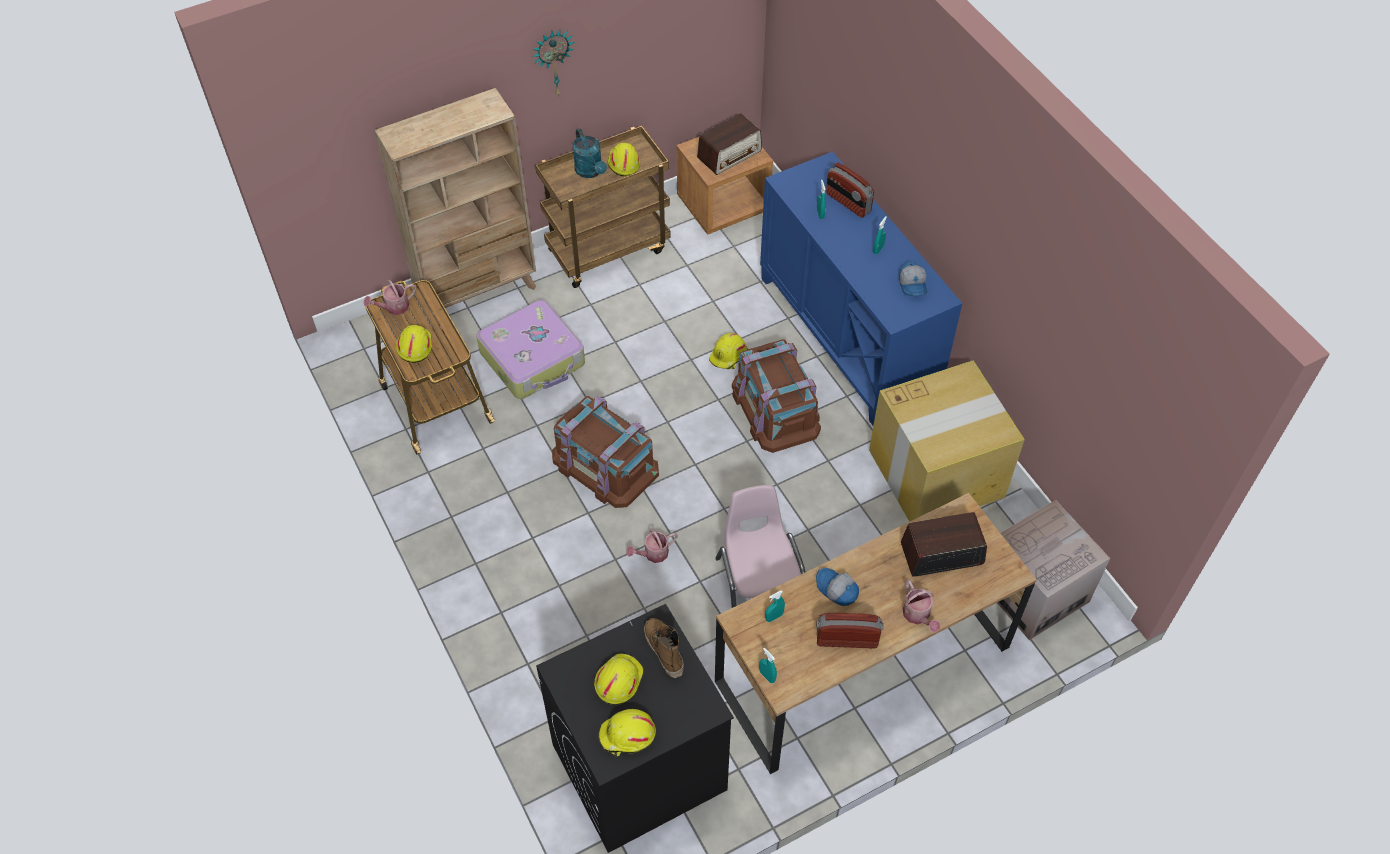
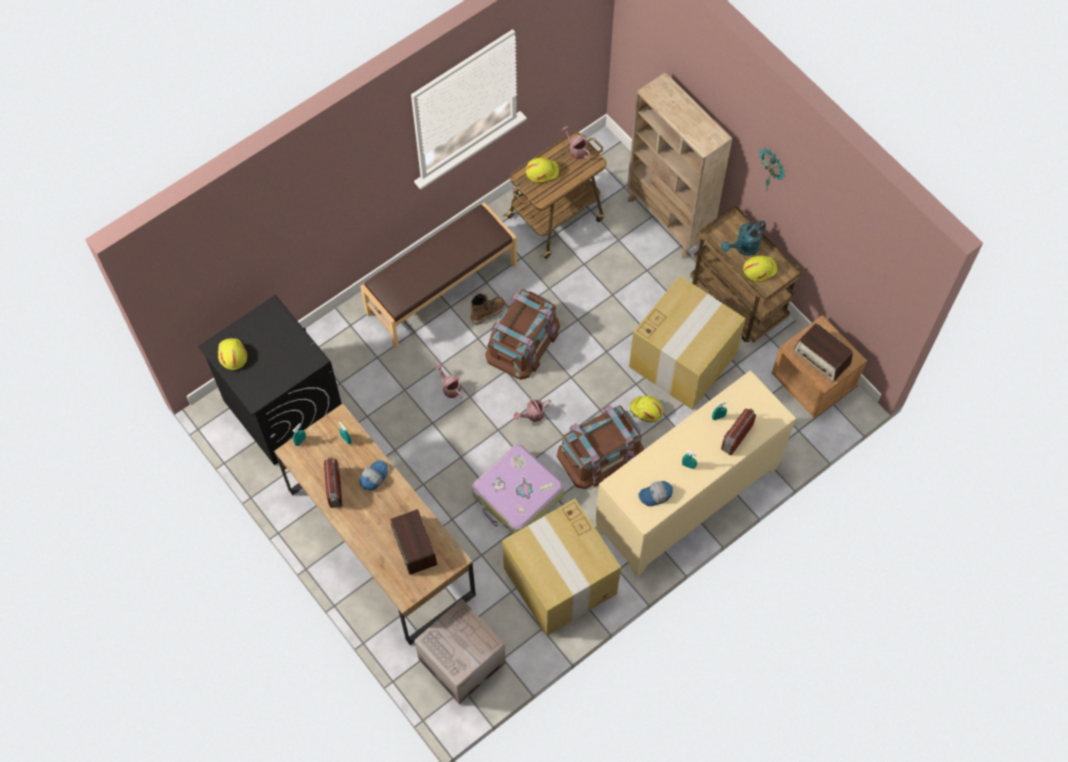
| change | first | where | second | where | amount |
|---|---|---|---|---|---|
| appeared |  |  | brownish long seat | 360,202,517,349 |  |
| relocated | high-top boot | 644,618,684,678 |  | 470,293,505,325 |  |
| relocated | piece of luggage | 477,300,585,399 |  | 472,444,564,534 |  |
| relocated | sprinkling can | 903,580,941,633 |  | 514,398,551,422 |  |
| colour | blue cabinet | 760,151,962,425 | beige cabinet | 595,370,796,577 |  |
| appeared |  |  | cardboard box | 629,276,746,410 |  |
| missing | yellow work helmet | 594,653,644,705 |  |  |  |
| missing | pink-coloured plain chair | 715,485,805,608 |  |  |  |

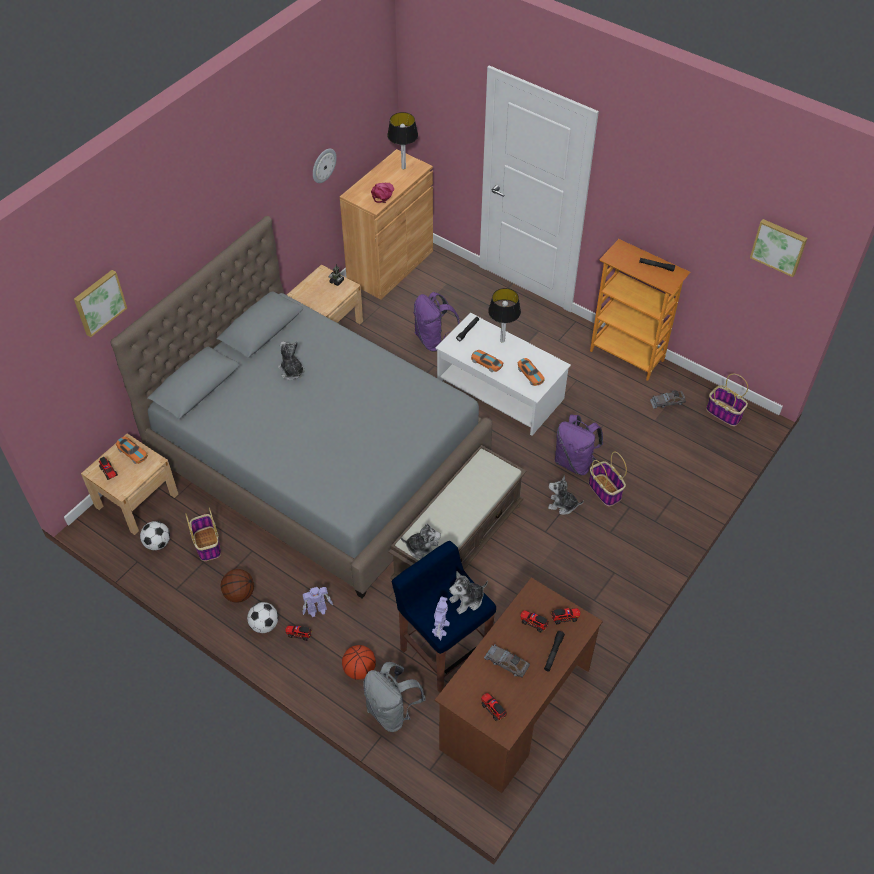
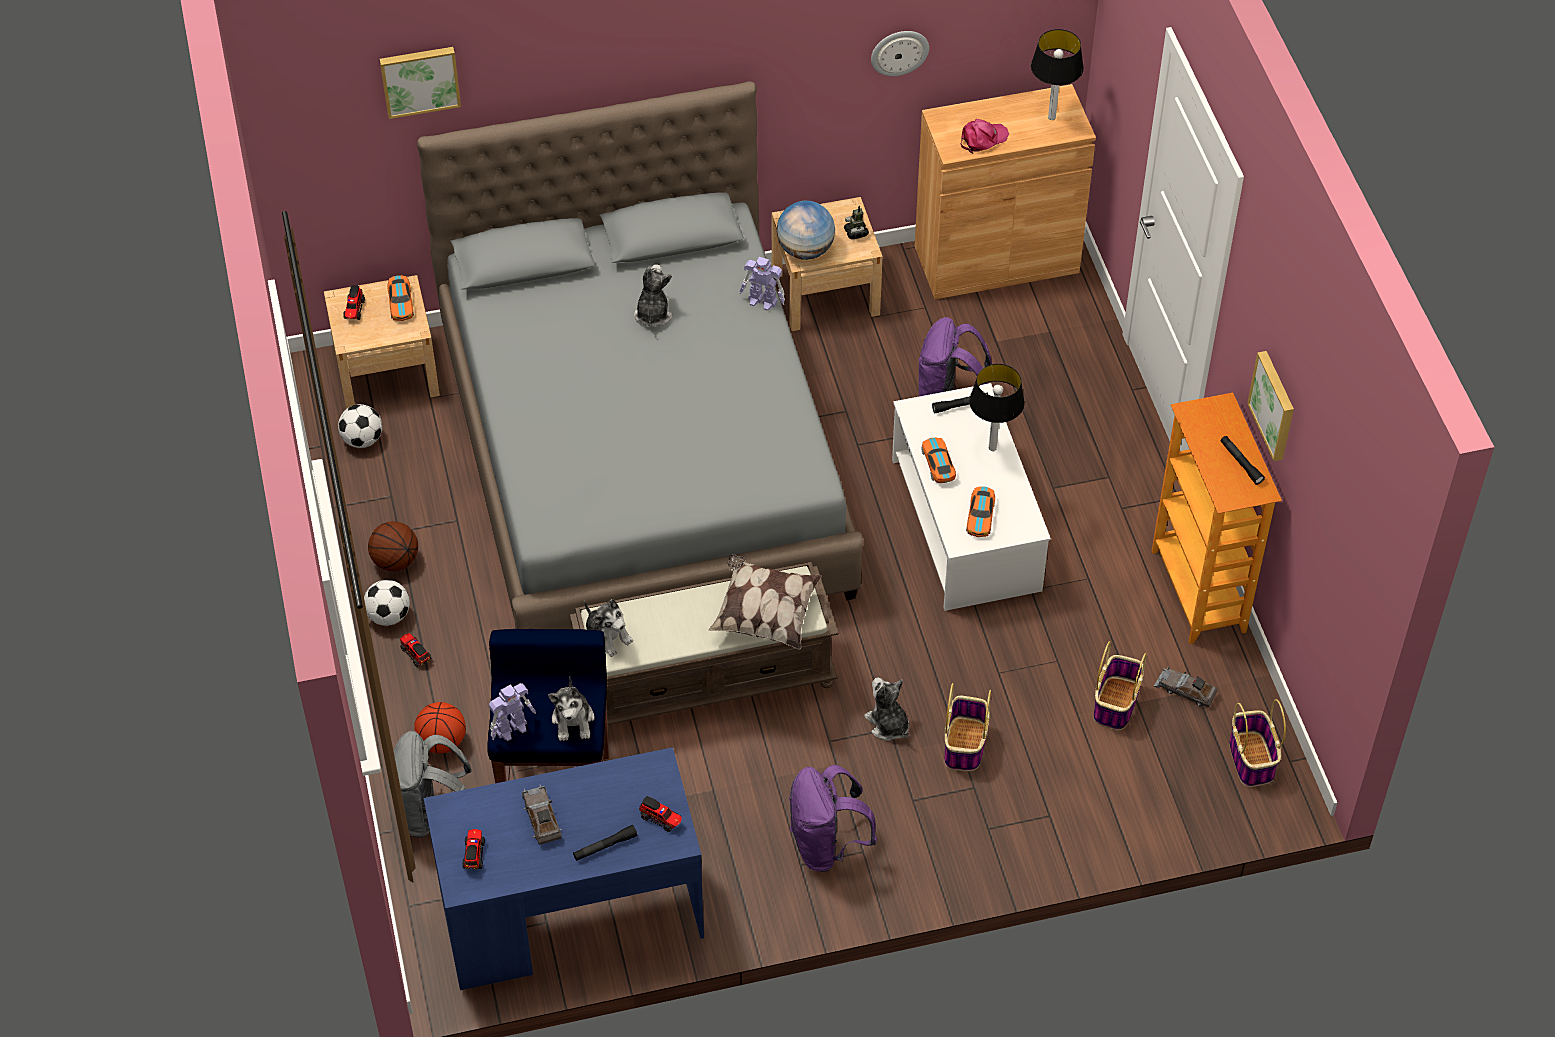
| change | first | where | second | where | amount |
|---|---|---|---|---|---|
| colour | brownish desk unit | 435,578,603,793 | blue desk unit | 424,747,704,990 |  |
| spun | plush toy | 449,571,488,614 |  | 548,677,595,741 | 105 degrees counterclockwise |
| appeared |  |  | cushion | 708,555,822,650 |  |
| relocated | toy robot | 302,587,333,617 |  | 739,257,785,311 |  |
| appeared |  |  | desk globe | 777,201,835,260 |  |
| relocated | purplish knapsack | 555,415,603,475 |  | 789,765,877,872 |  |
| relocated | storage basket | 185,507,221,561 |  | 1093,641,1147,730 |  |
| relocated | wall picture | 750,219,807,277 |  | 1247,351,1294,461 |  |
| missing | toy truck | 520,610,549,632 |  |  |  |

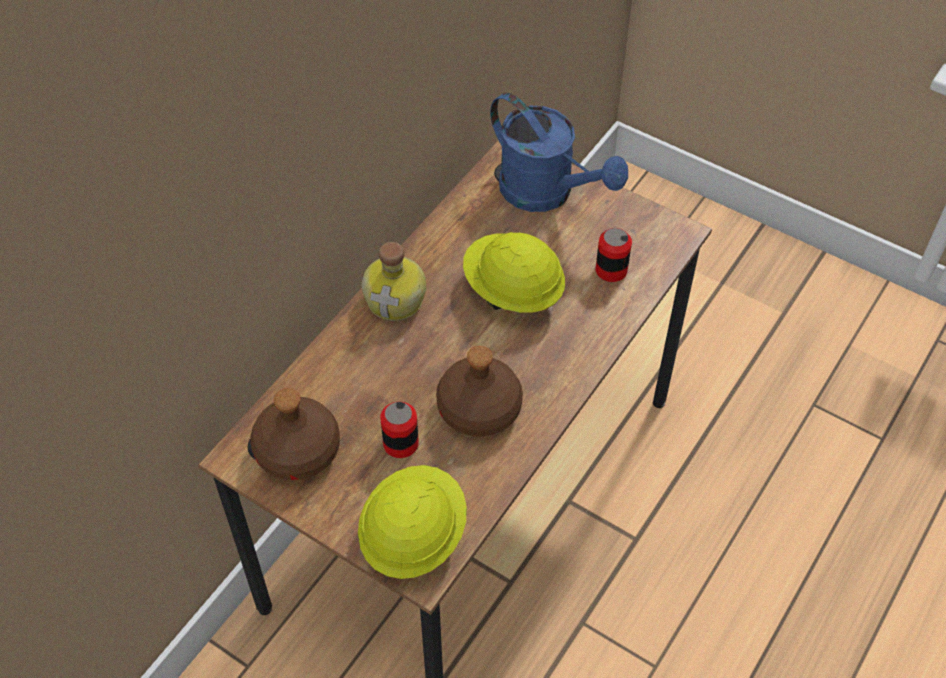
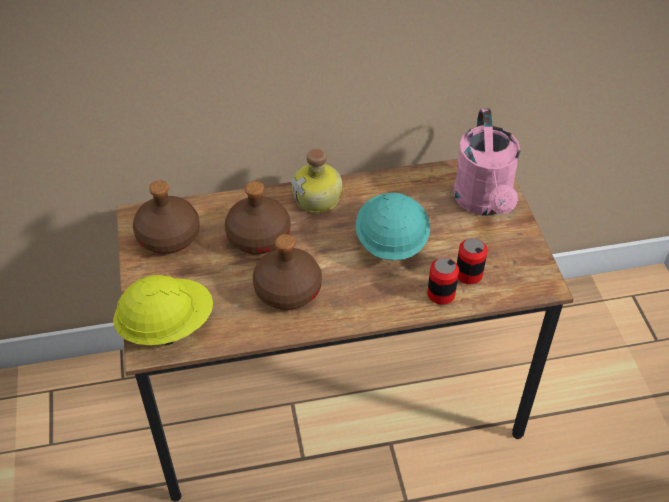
| change | first | where | second | where | amount |
|---|---|---|---|---|---|
| appeared |  |  | brownish beverage bottle | 225,181,290,254 |  |
| colour | yellow work helmet | 463,232,565,313 | turquoise work helmet | 356,193,430,261 |  |
| relocated | metal can | 380,402,419,458 |  | 427,258,459,305 |  |
| colour | blue sprinkling can | 490,93,628,212 | pink-coloured sprinkling can | 453,108,520,216 |  |

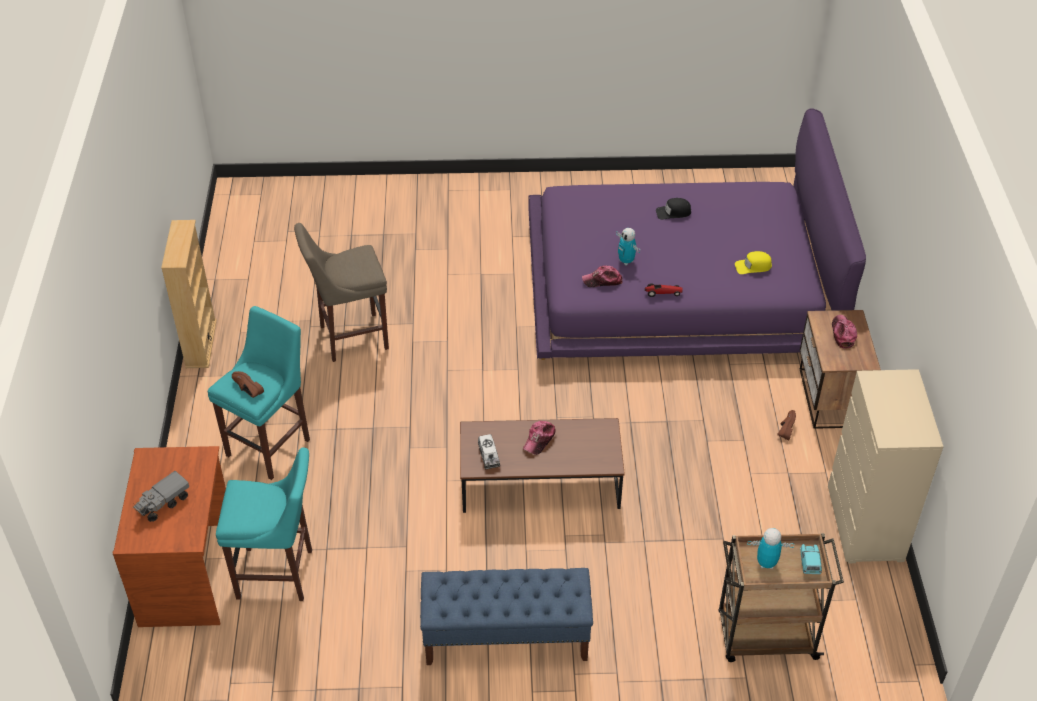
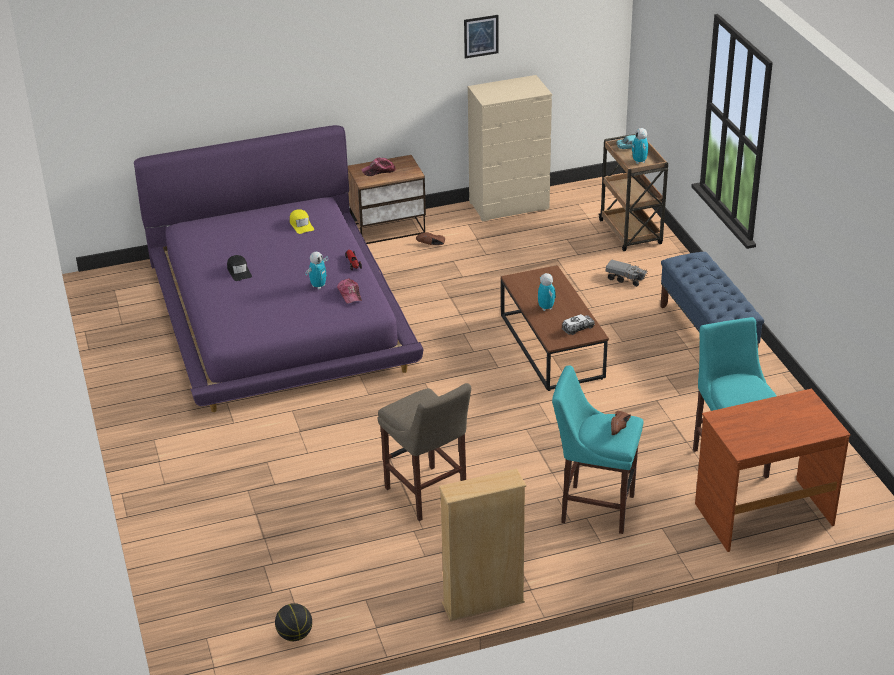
| change | first | where | second | where | amount |
|---|---|---|---|---|---|
| appeared |  |  | basketball ball | 275,603,312,641 |  |
| appeared |  |  | wall picture | 464,15,498,58 |  |
| exchanged | peaked cap | 523,421,556,455 | toy robot | 538,273,556,311 |  |
| relocated | toy truck | 133,471,189,522 |  | 606,260,648,287 |  |

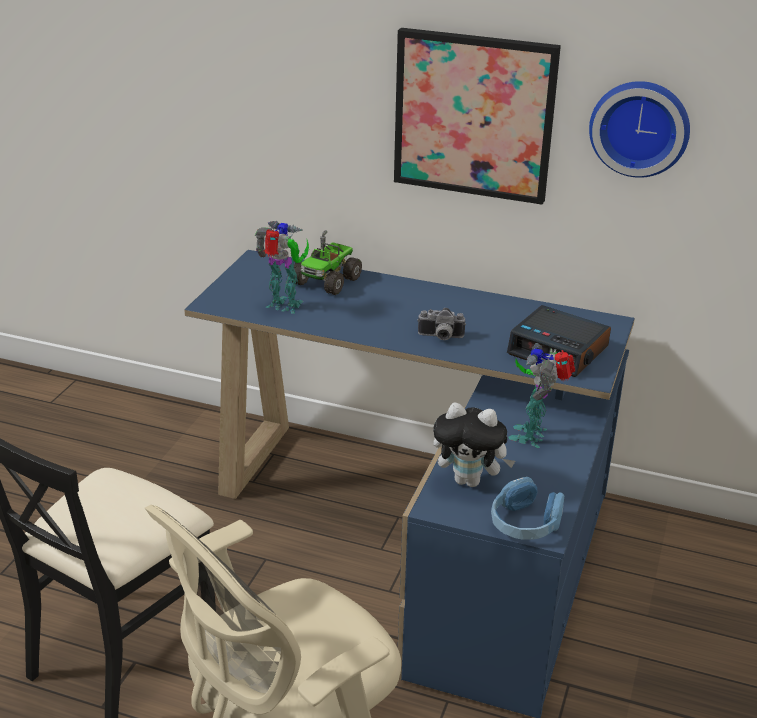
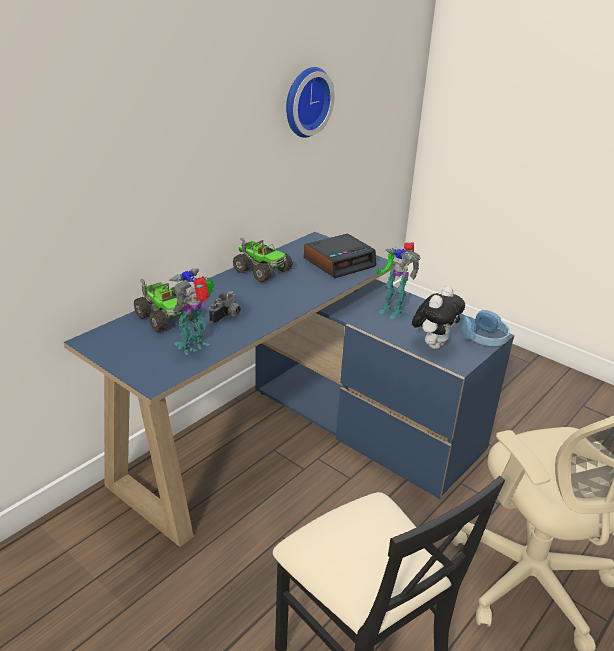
| change | first | where | second | where | amount |
|---|---|---|---|---|---|
| relocated | still camera | 417,308,466,340 |  | 209,291,241,324 |  |
| appeared |  |  | toy truck | 233,238,293,282 |  |
| missing | wall picture | 394,28,561,205 |  |  |  |

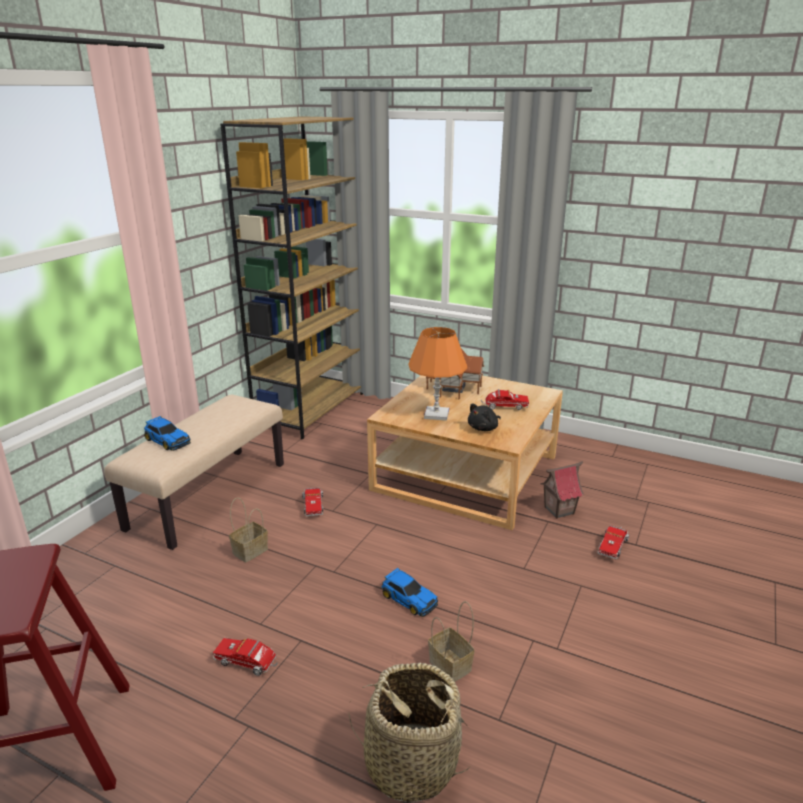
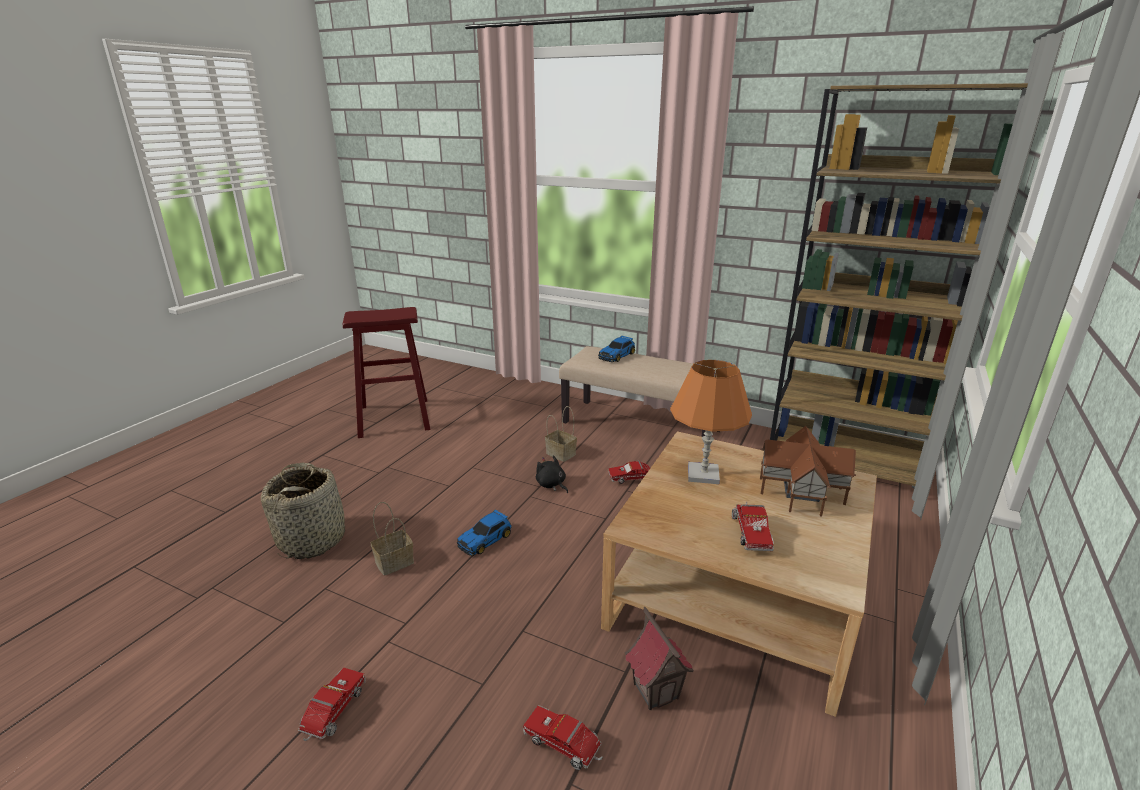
| change | first | where | second | where | amount |
|---|---|---|---|---|---|
| relocated | toy truck | 213,638,278,676 |  | 298,668,366,741 |  |
| relocated | black-coloured plush toy | 468,403,501,431 |  | 536,455,568,493 |  |

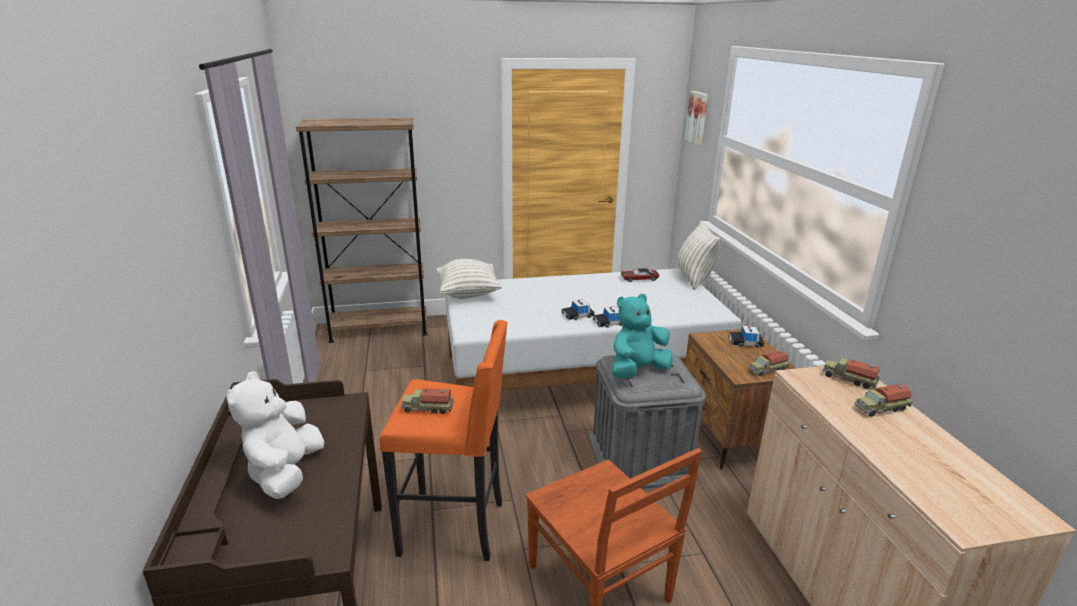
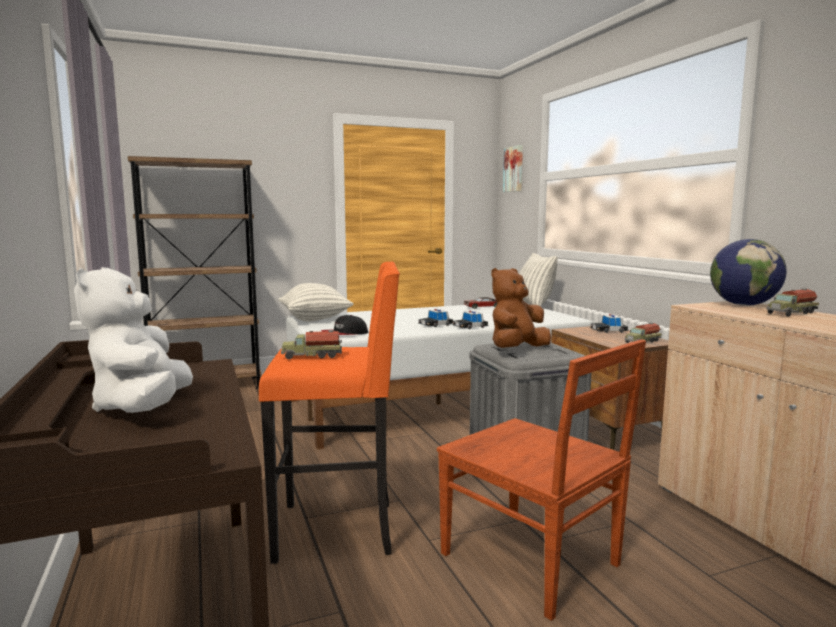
| change | first | where | second | where | amount |
|---|---|---|---|---|---|
| appeared |  |  | peaked cap | 321,315,368,335 |  |
| colour | turquoise plush toy | 612,294,673,379 | brownish plush toy | 491,268,551,348 |  |
| exchanged | toy truck | 823,358,880,389 | desk globe | 710,239,787,306 |  |

